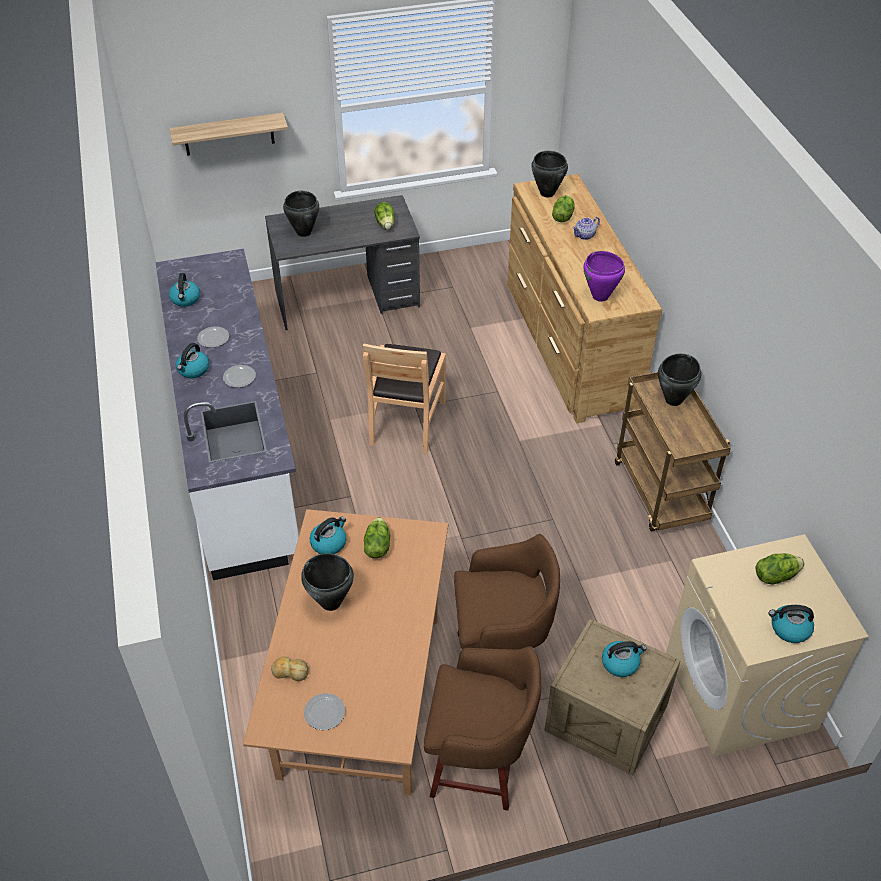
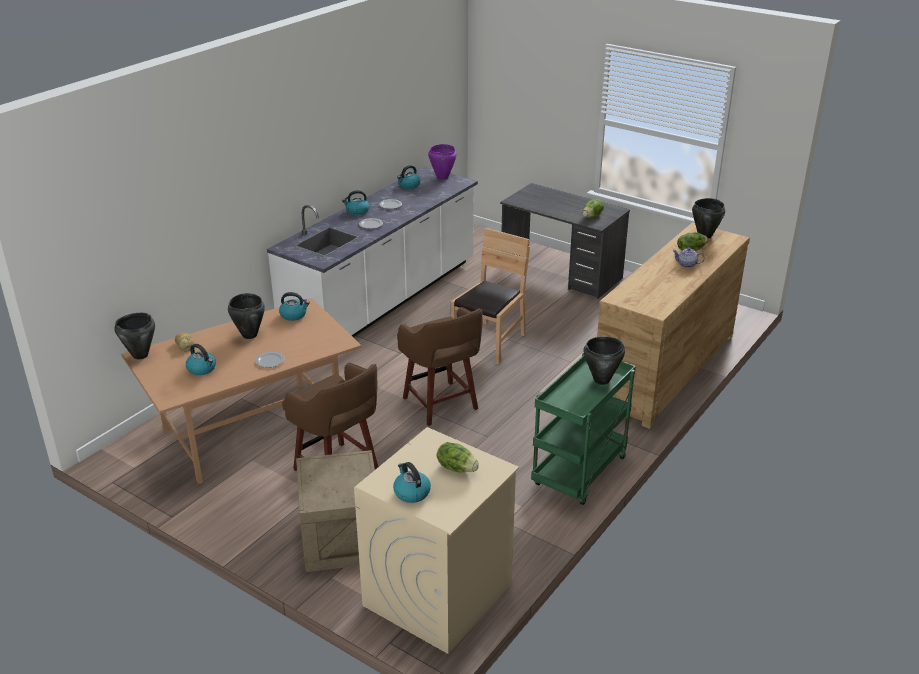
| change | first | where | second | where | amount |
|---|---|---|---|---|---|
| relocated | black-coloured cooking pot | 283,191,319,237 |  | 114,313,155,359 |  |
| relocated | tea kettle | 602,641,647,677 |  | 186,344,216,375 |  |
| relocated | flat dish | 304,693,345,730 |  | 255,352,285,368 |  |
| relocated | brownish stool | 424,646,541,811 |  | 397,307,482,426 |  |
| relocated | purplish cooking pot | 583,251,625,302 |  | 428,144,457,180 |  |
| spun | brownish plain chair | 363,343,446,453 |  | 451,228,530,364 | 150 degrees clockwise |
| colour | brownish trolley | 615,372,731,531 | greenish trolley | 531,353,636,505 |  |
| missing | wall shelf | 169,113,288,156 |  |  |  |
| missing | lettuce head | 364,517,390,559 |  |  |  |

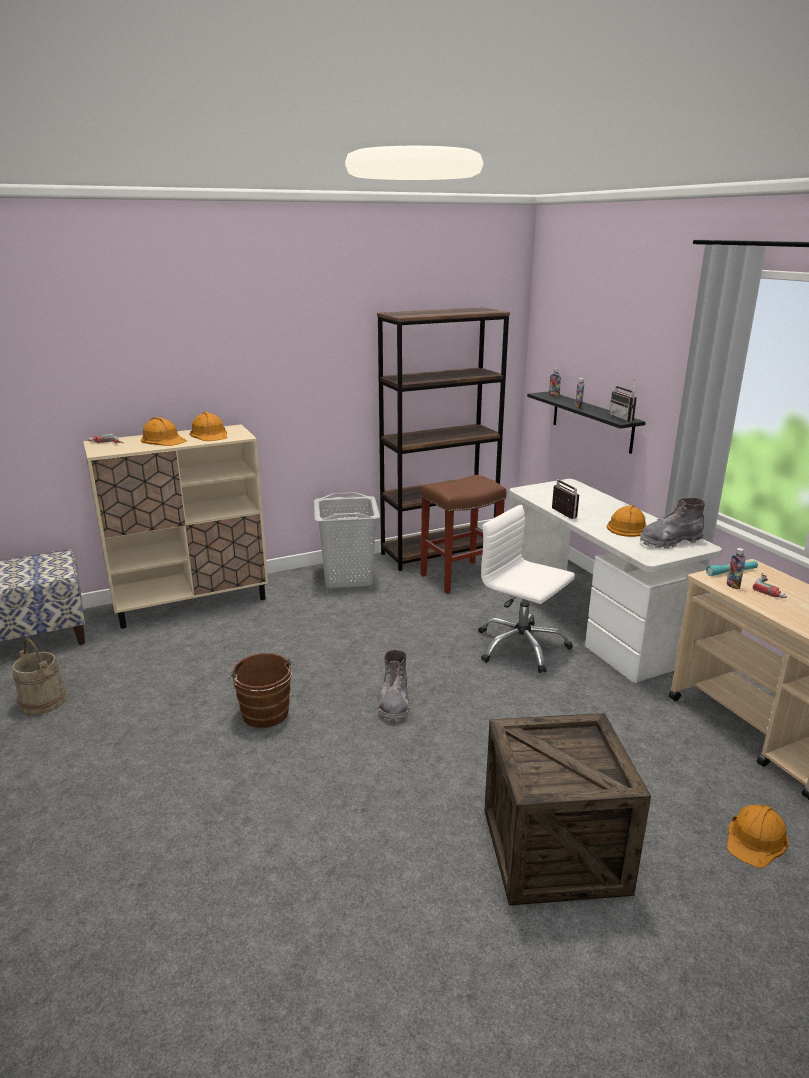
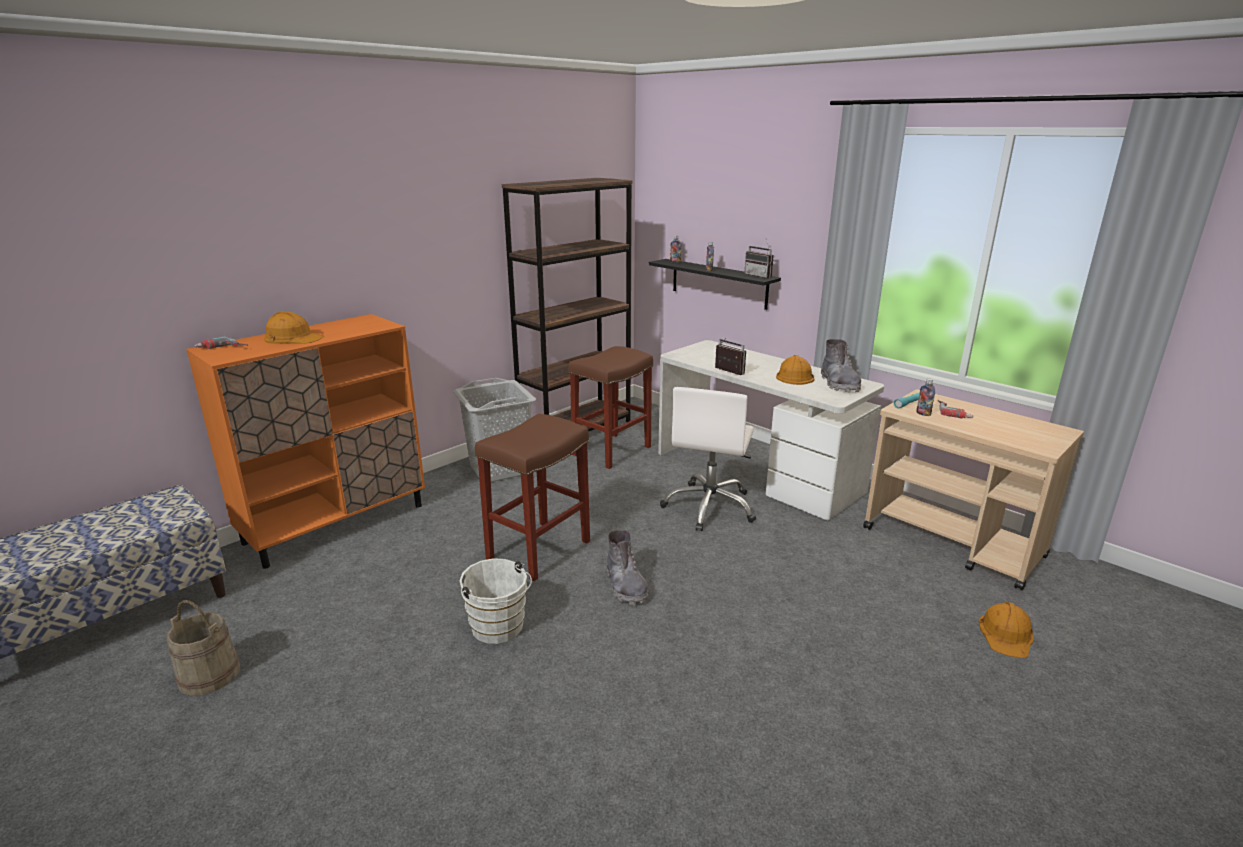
| change | first | where | second | where | amount |
|---|---|---|---|---|---|
| colour | beige cabinet | 83,424,268,629 | orange-coloured cabinet | 186,314,425,569 |  |
| colour | brownish bucket | 228,653,293,728 | whitish bucket | 460,558,532,644 |  |
| appeared |  |  | brownish stool | 475,414,590,581 |  |
| spun | whitish computer chair | 478,505,575,673 |  | 660,387,756,531 | 90 degrees counterclockwise |
| spun | gray high-top boot | 640,498,705,549 |  | 821,339,861,392 | 60 degrees counterclockwise |
| missing | orange-coloured work helmet | 189,412,227,441 |  |  |  |
| missing | shipping crate | 485,713,651,905 |  |  |  |

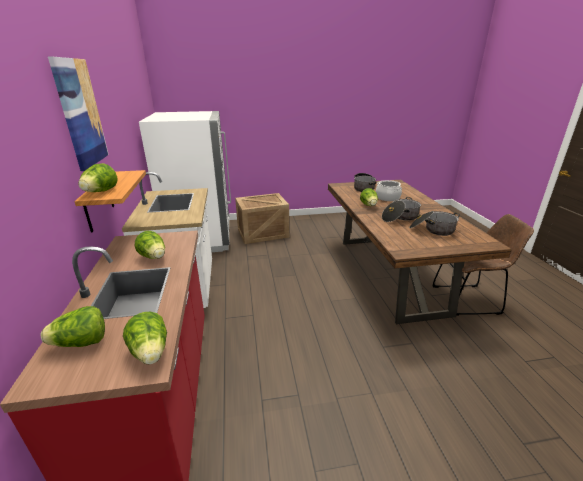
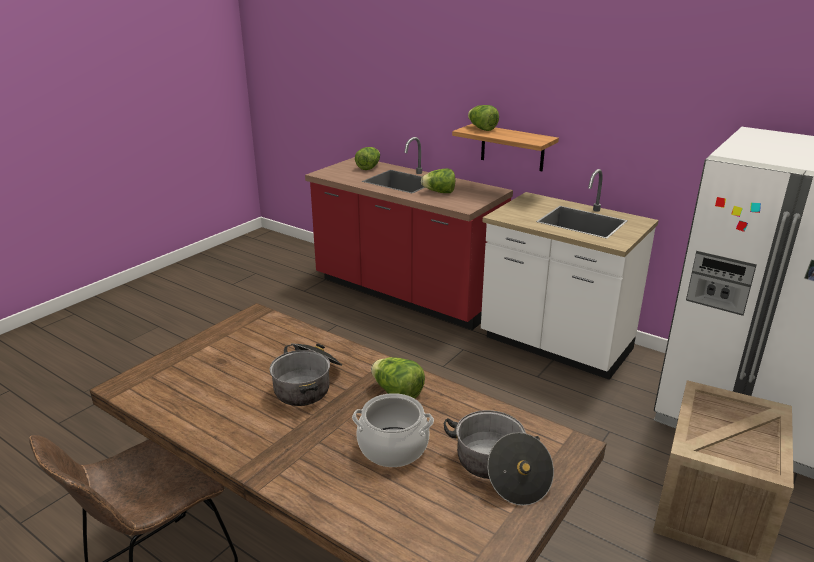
| change | first | where | second | where | amount |
|---|---|---|---|---|---|
| missing | wall picture | 48,57,109,171 |  |  |  |
| missing | lettuce head | 123,311,167,364 |  |  |  |
| missing | cooking pot | 409,211,460,236 |  |  |  |

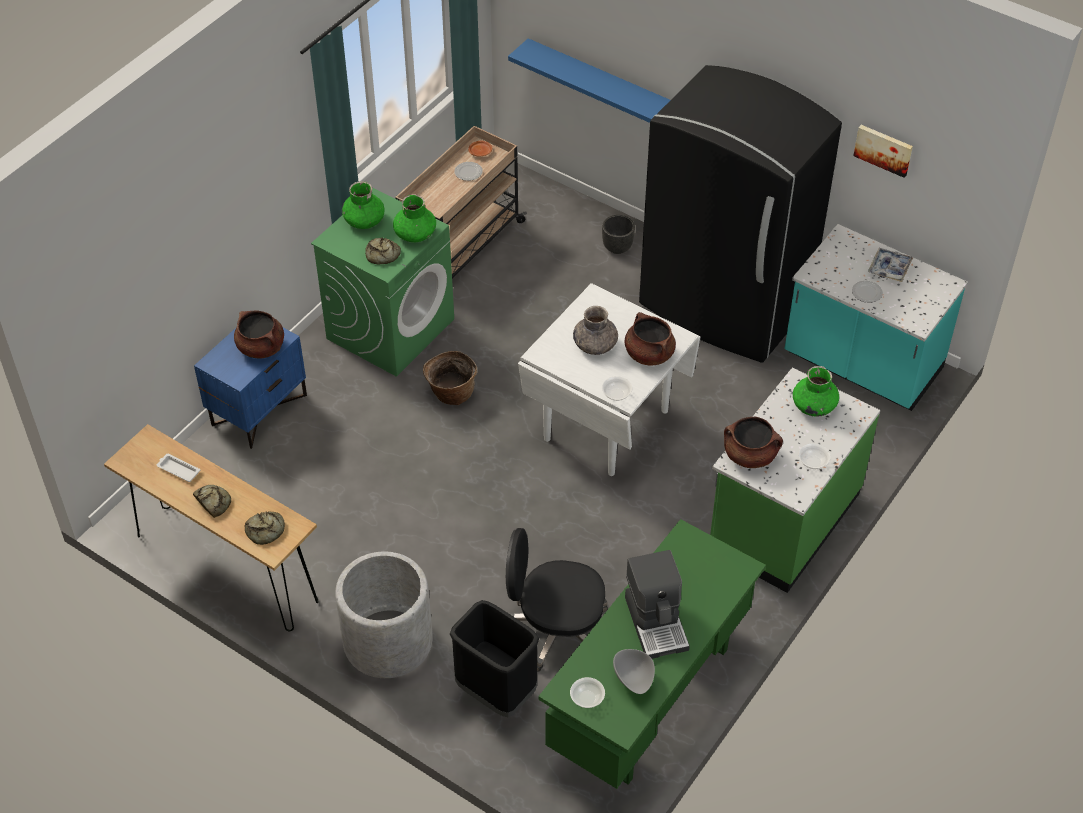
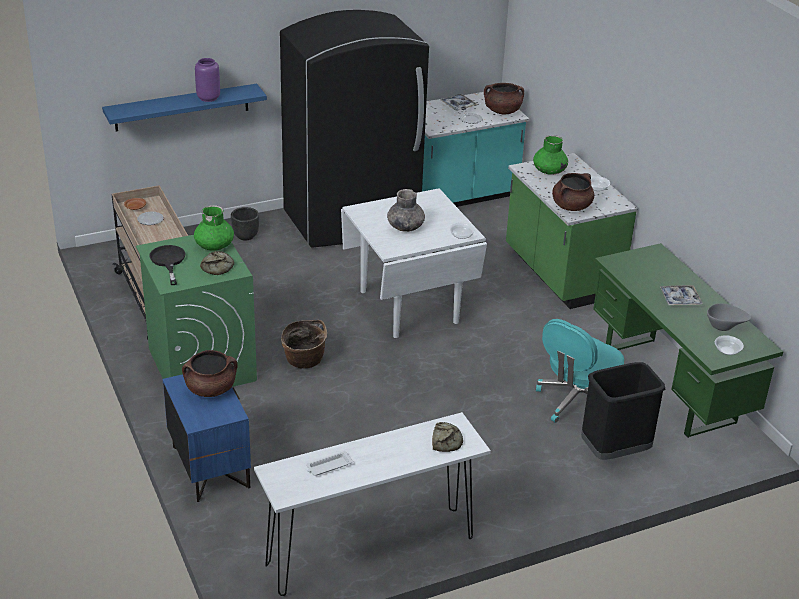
| change | first | where | second | where | amount |
|---|---|---|---|---|---|
| exchanged | greenish vase | 342,181,384,229 | black-coloured frying pan | 149,245,185,285 |  |
| appeared |  |  | purplish vase | 195,58,220,102 |  |
| colour | brownish console table | 104,424,319,631 | whitish console table | 254,412,491,596 |  |
| relocated | brownish cooking pot | 625,312,676,366 |  | 484,83,524,114 |  |
| colour | black-coloured computer chair | 506,528,608,672 | turquoise computer chair | 536,319,624,423 |  |
| exchanged | coffee machine | 625,550,690,659 | carrying tray | 660,285,703,305 |  |
| missing | bread | 193,485,231,518 |  |  |  |
| missing | gray planter | 335,551,433,678 |  |  |  |
| missing | wall picture | 853,125,913,178 |  |  |  |

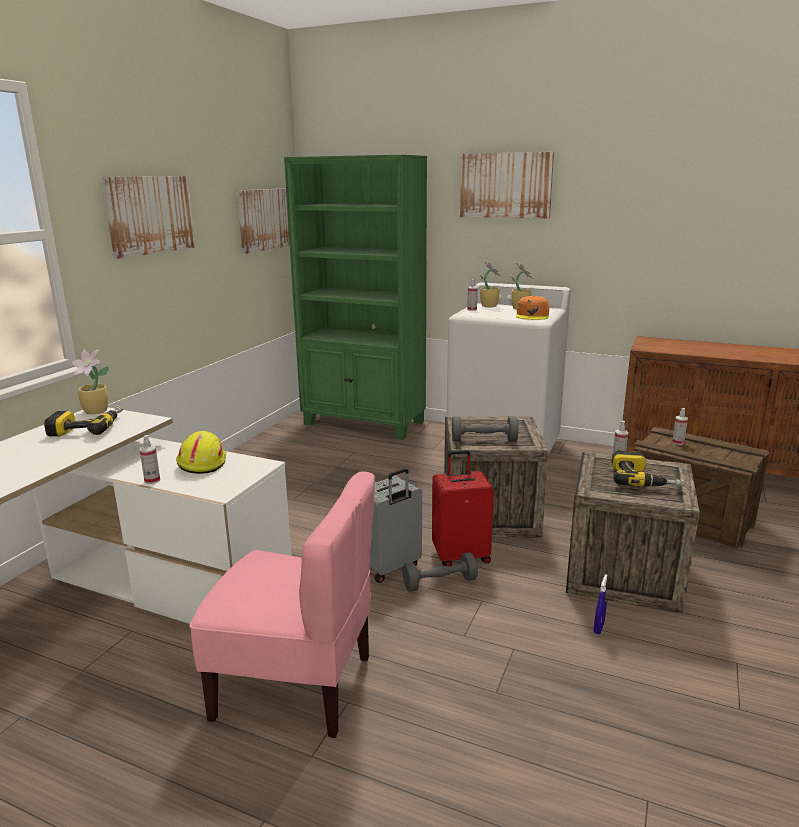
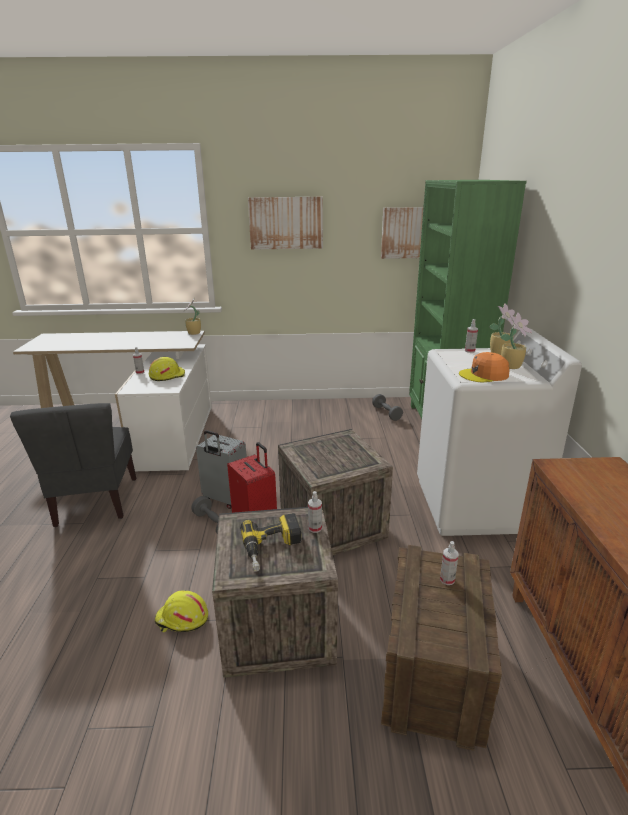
| change | first | where | second | where | amount |
|---|---|---|---|---|---|
| colour | pink-coloured plain chair | 189,471,375,738 | gray plain chair | 10,403,136,527 |  |
| exchanged | blue hand sprayer | 594,574,607,634 | yellow work helmet | 155,591,208,632 |  |
| relocated | gray dumbbell | 452,417,518,442 |  | 372,394,403,421 |  |
| missing | electric drill | 44,406,123,437 |  |  |  |
| missing | wall picture | 460,152,554,219 |  |  |  |

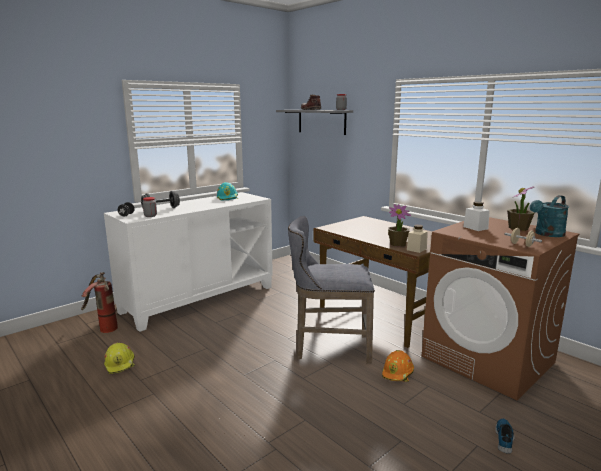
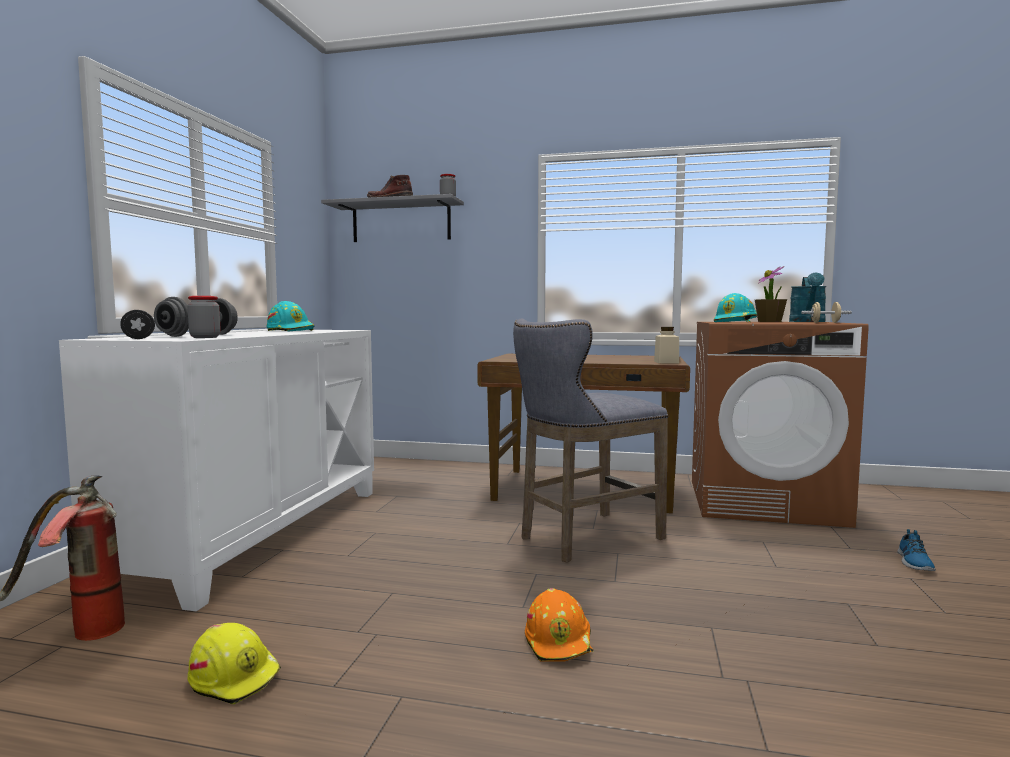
| change | first | where | second | where | amount |
|---|---|---|---|---|---|
| relocated | orange-coloured work helmet | 382,350,414,382 |  | 525,588,593,662 |  |
| exchanged | whitish jar | 463,202,490,231 | turquoise work helmet | 714,293,757,322 |  |
| spun | item of footwear | 495,419,515,454 |  | 897,529,936,571 | 150 degrees counterclockwise |
| missing | plant in a pot | 388,204,411,247 |  |  |  |

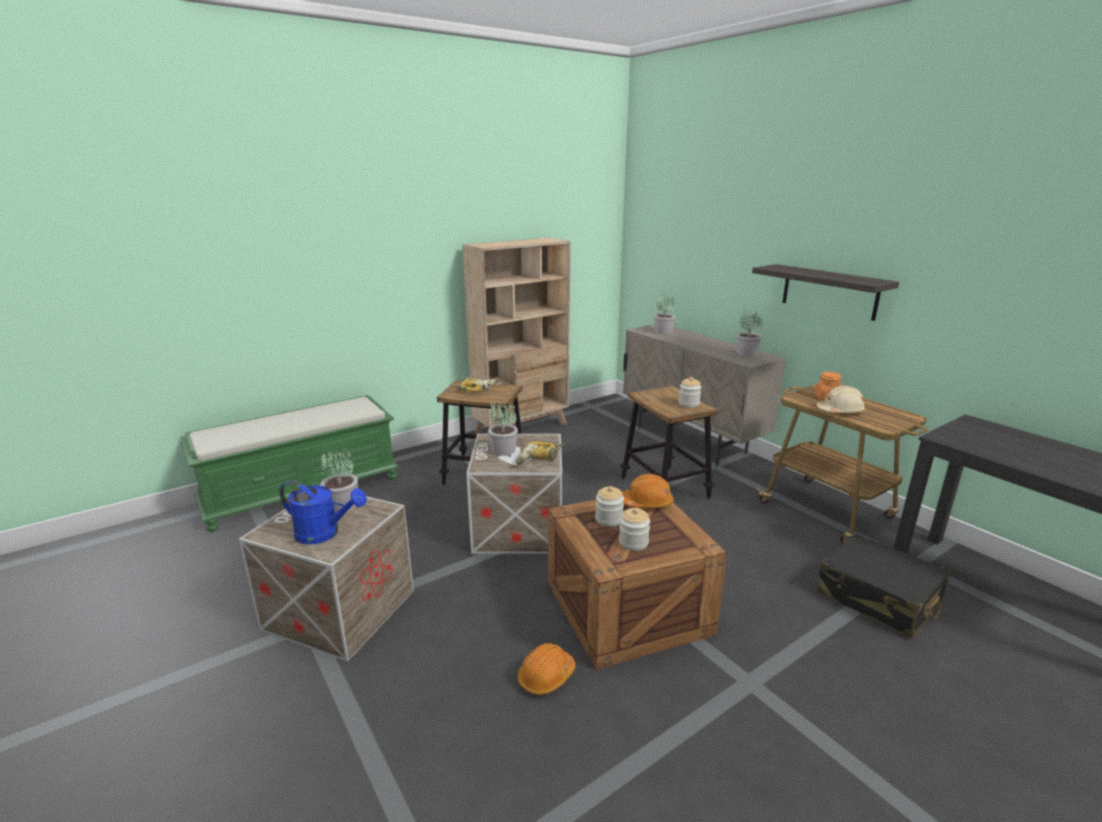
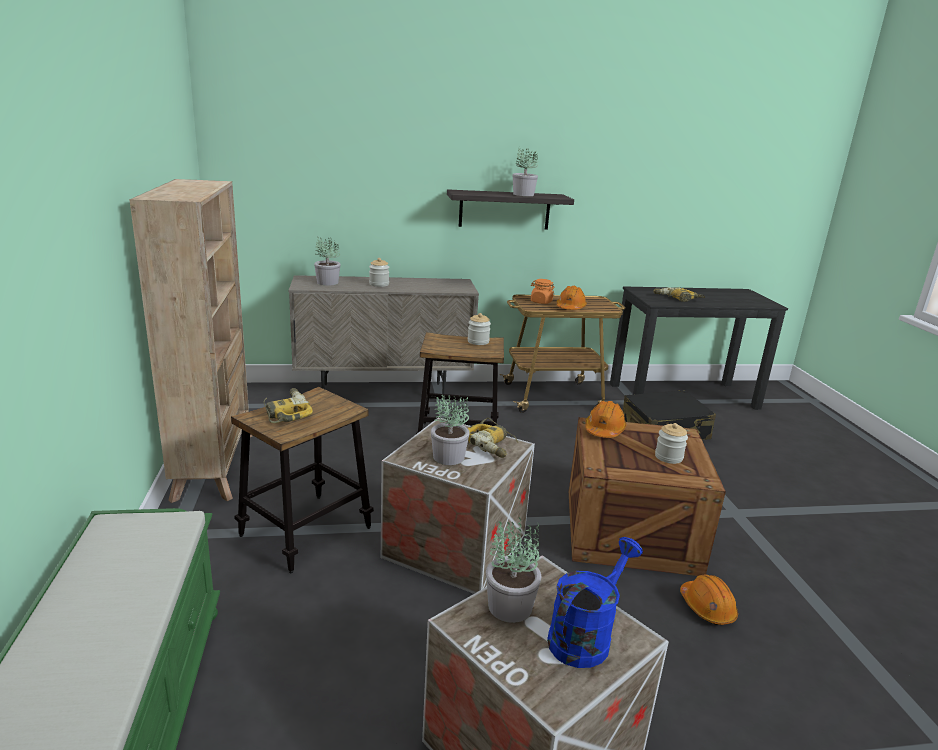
| change | first | where | second | where | amount |
|---|---|---|---|---|---|
| relocated | jar | 595,486,624,527 |  | 369,258,389,287 |  |
| relocated | plant in a pot | 736,310,763,356 |  | 513,148,538,196 |  |
| colour | beige work helmet | 817,386,866,413 | orange-coloured work helmet | 557,286,587,310 |  |
| appeared |  |  | electric drill | 653,287,705,302 |  |

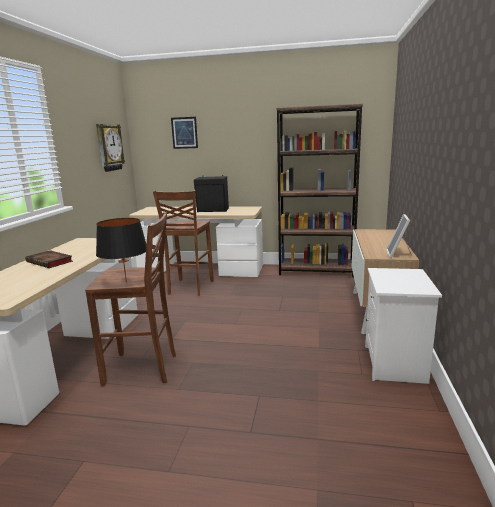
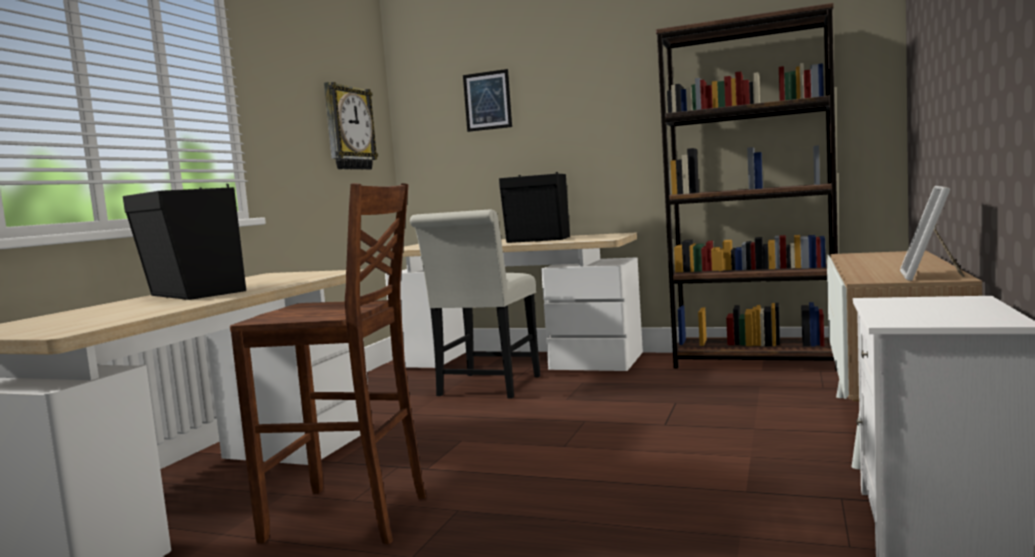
| change | first | where | second | where | amount |
|---|---|---|---|---|---|
| exchanged | volume | 26,250,73,268 | black-coloured audio speaker | 123,184,246,300 |  |
| exchanged | brownish stool | 153,190,214,296 | whitish plain chair | 410,210,541,399 |  |
| missing | black-coloured table lamp | 96,218,146,283 |  |  |  |

